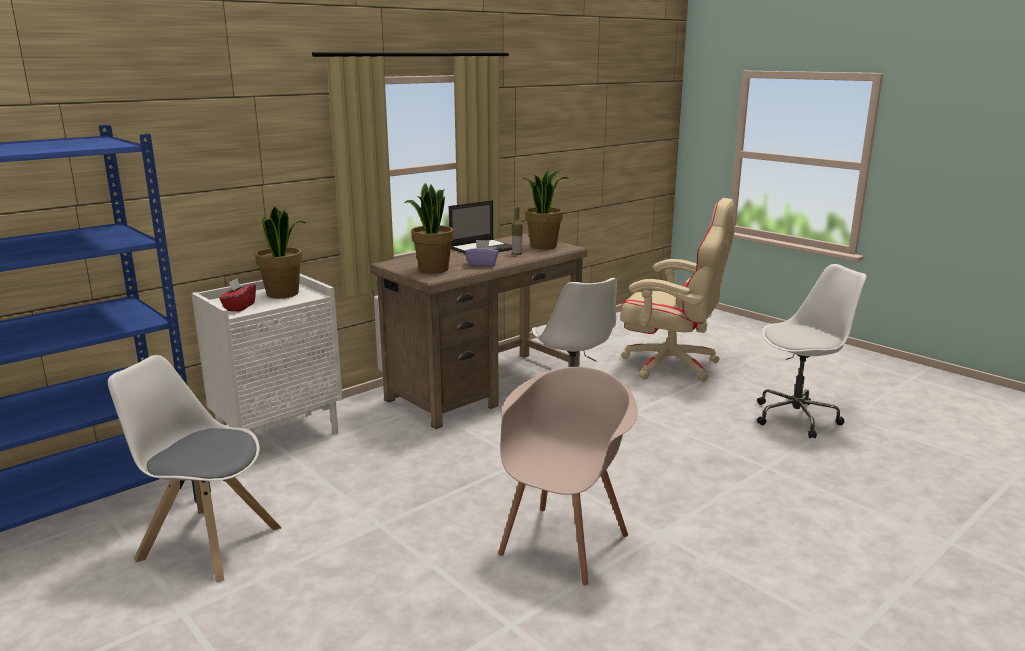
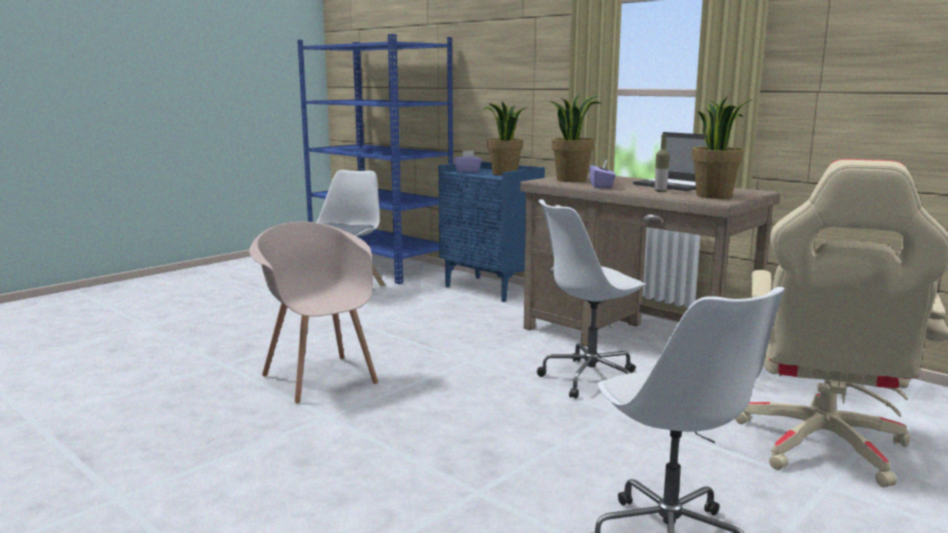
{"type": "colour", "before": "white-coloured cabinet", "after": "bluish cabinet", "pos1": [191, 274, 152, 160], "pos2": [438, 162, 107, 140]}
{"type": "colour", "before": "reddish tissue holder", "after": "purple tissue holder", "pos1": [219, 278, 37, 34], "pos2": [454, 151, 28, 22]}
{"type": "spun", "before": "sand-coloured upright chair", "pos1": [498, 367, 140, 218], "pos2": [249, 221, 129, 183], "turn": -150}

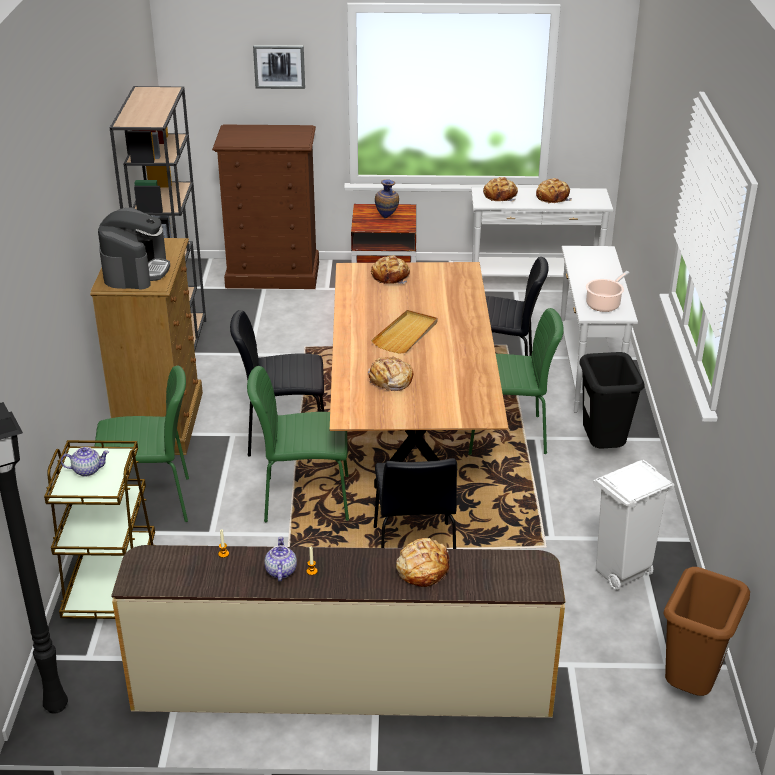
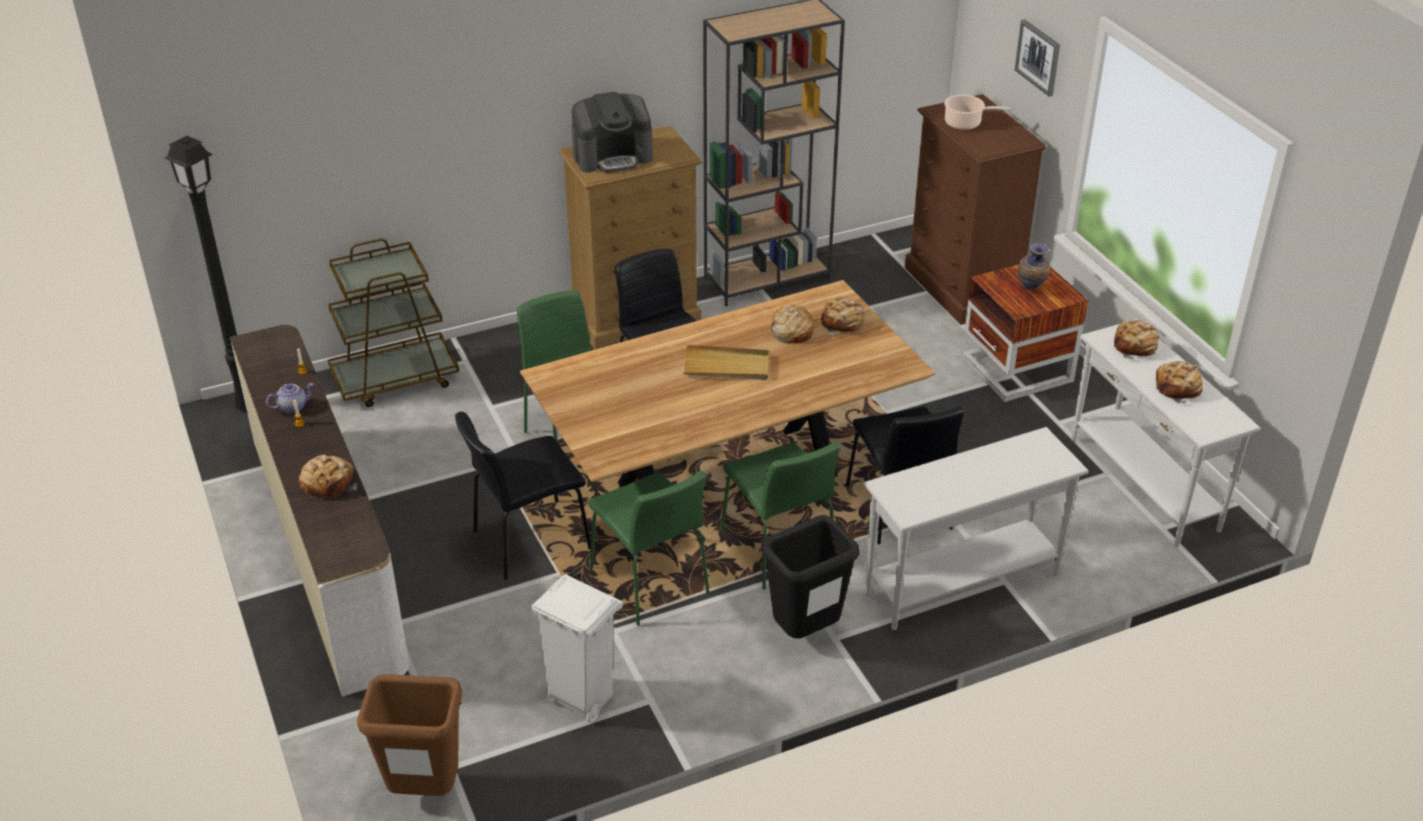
{"type": "missing", "before": "tea pot", "pos1": [61, 447, 48, 30]}
{"type": "relocated", "before": "green-coloured upright chair", "pos1": [94, 366, 95, 156], "pos2": [588, 471, 122, 155]}
{"type": "relocated", "before": "baked bread", "pos1": [368, 357, 45, 34], "pos2": [771, 304, 43, 39]}
{"type": "relocated", "before": "saucepot", "pos1": [586, 271, 44, 41], "pos2": [944, 95, 66, 35]}
{"type": "colour", "before": "brownish cabinet", "after": "white-coloured cabinet", "pos1": [111, 545, 455, 173], "pos2": [230, 325, 179, 372]}

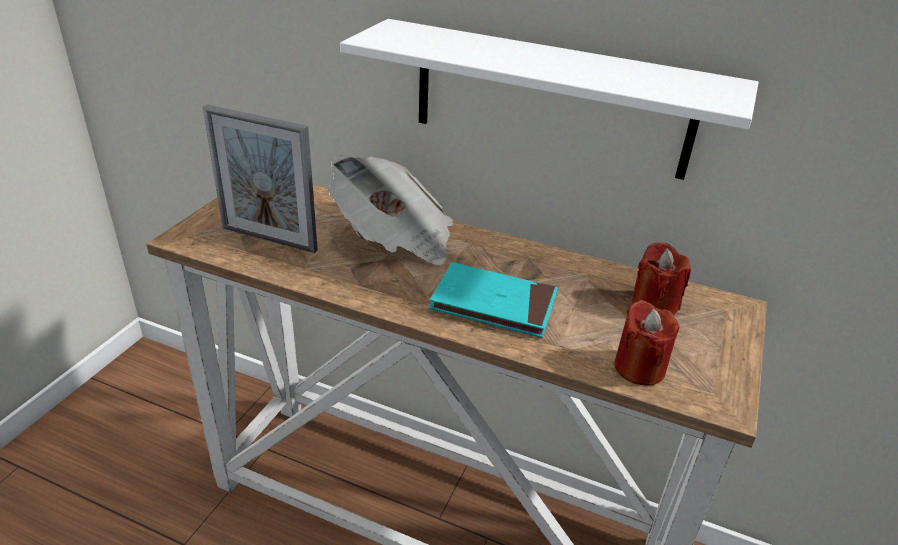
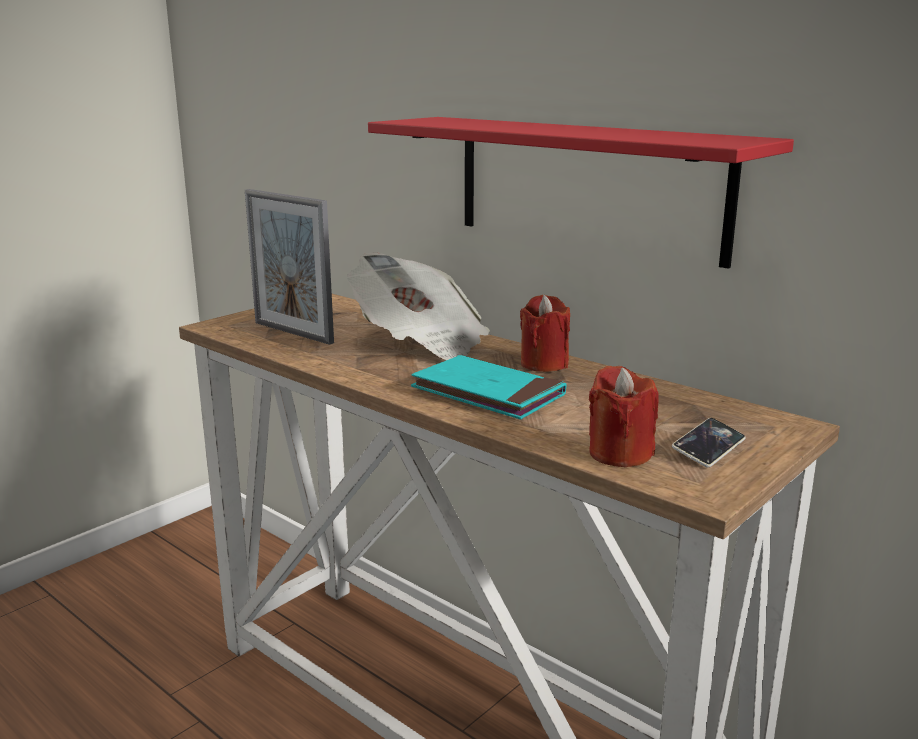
{"type": "appeared", "after": "handset", "pos2": [672, 418, 74, 50]}
{"type": "relocated", "before": "reddish wax candle", "pos1": [632, 242, 59, 73], "pos2": [520, 295, 50, 77]}
{"type": "colour", "before": "white-coloured wall shelf", "after": "reddish wall shelf", "pos1": [340, 19, 419, 161], "pos2": [368, 117, 426, 152]}

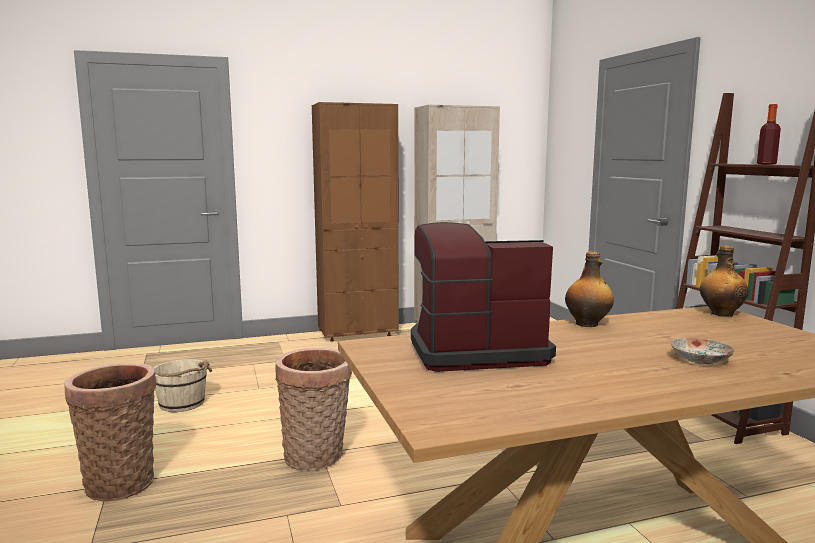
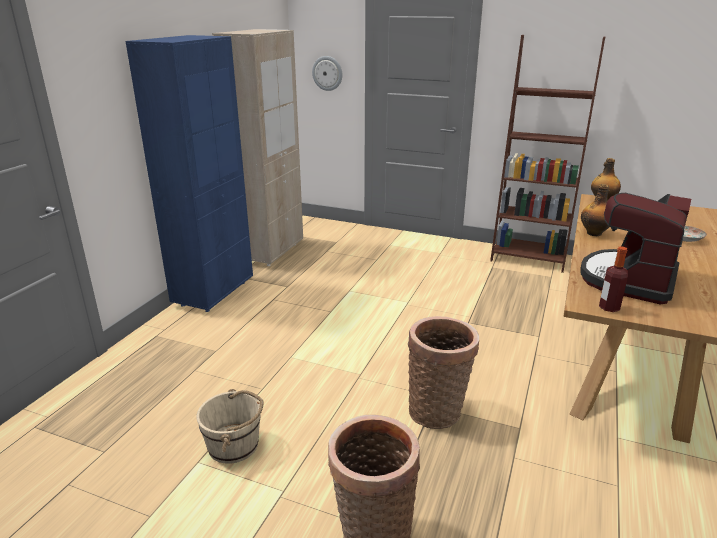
{"type": "appeared", "after": "wall clock", "pos2": [312, 56, 30, 35]}
{"type": "relocated", "before": "bottle", "pos1": [757, 104, 24, 60], "pos2": [599, 246, 29, 66]}
{"type": "colour", "before": "brownish cabinet", "after": "bluish cabinet", "pos1": [312, 102, 87, 240], "pos2": [126, 35, 127, 277]}

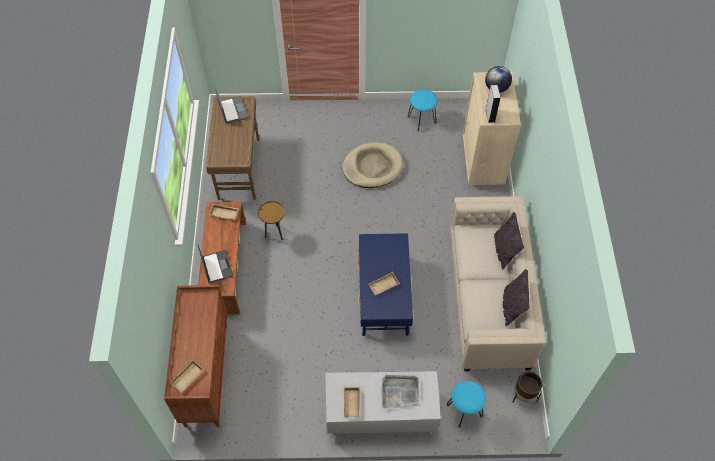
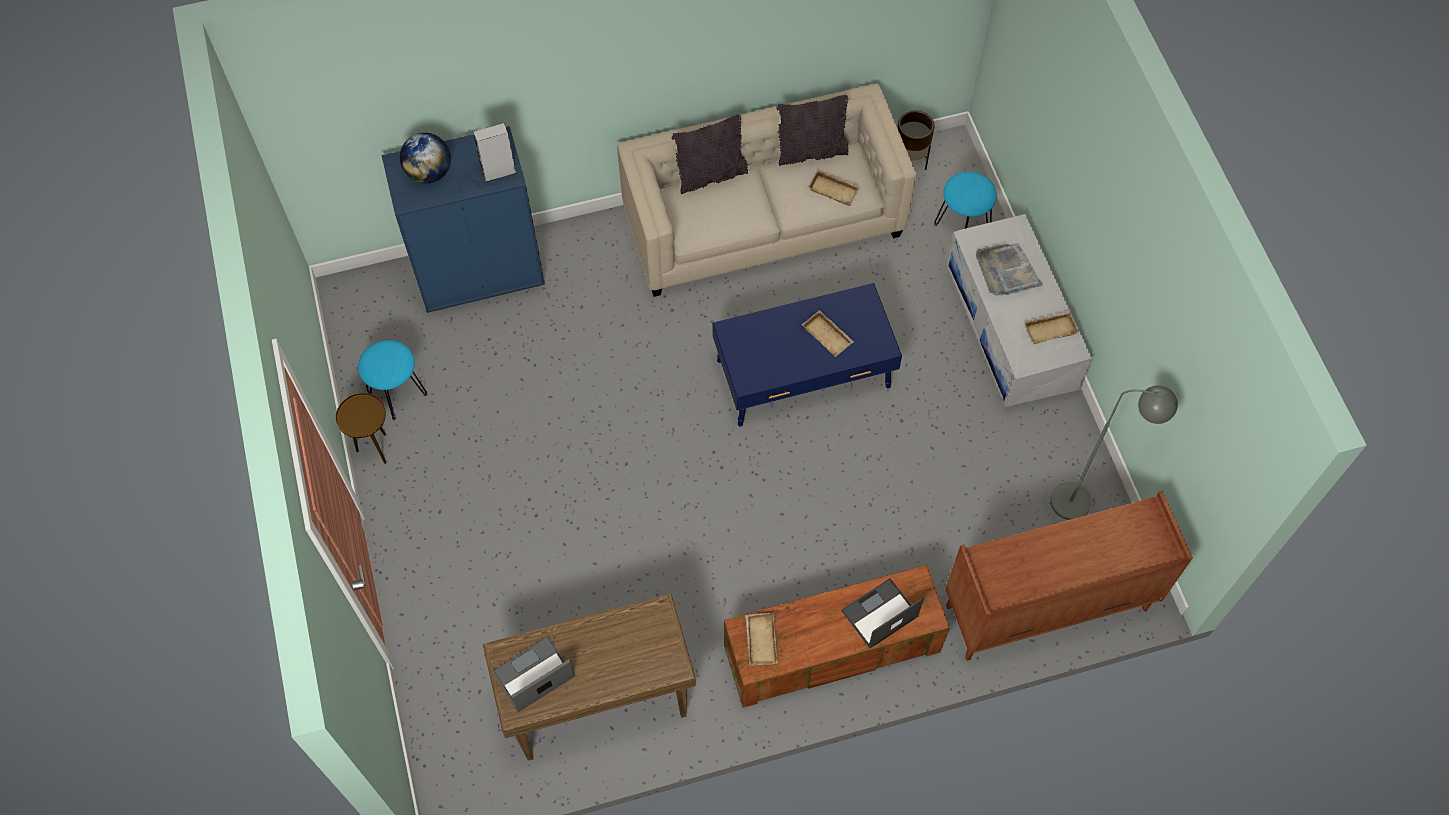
{"type": "missing", "before": "sand-coloured pet bed", "pos1": [342, 142, 61, 46]}
{"type": "appeared", "after": "grey standing lamp", "pos2": [1050, 385, 128, 135]}
{"type": "relocated", "before": "sand-coloured tray", "pos1": [170, 360, 34, 33], "pos2": [808, 170, 52, 36]}
{"type": "relocated", "before": "brownish accent table", "pos1": [258, 201, 27, 39], "pos2": [336, 393, 51, 71]}
{"type": "colour", "before": "sand-coloured cabinet", "after": "bluish cabinet", "pos1": [463, 72, 58, 113], "pos2": [382, 126, 163, 187]}

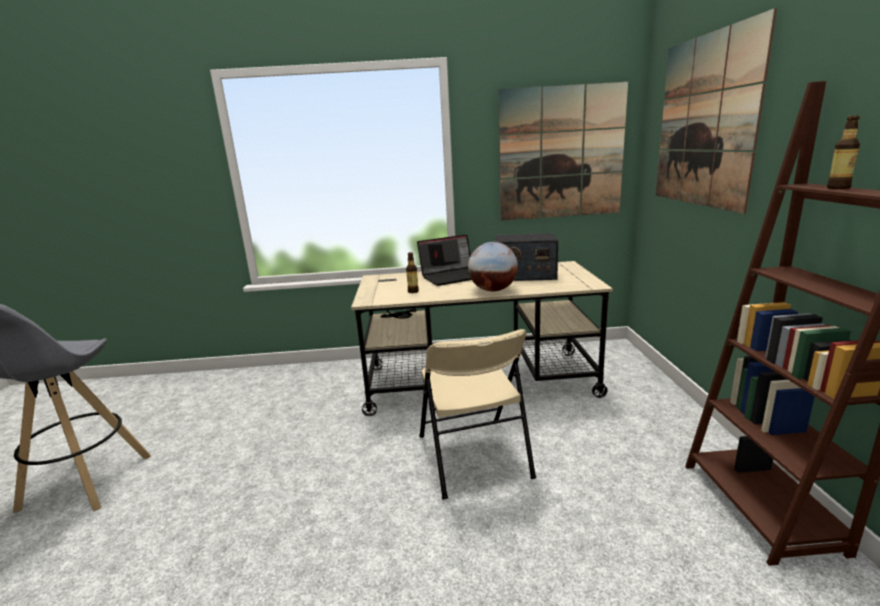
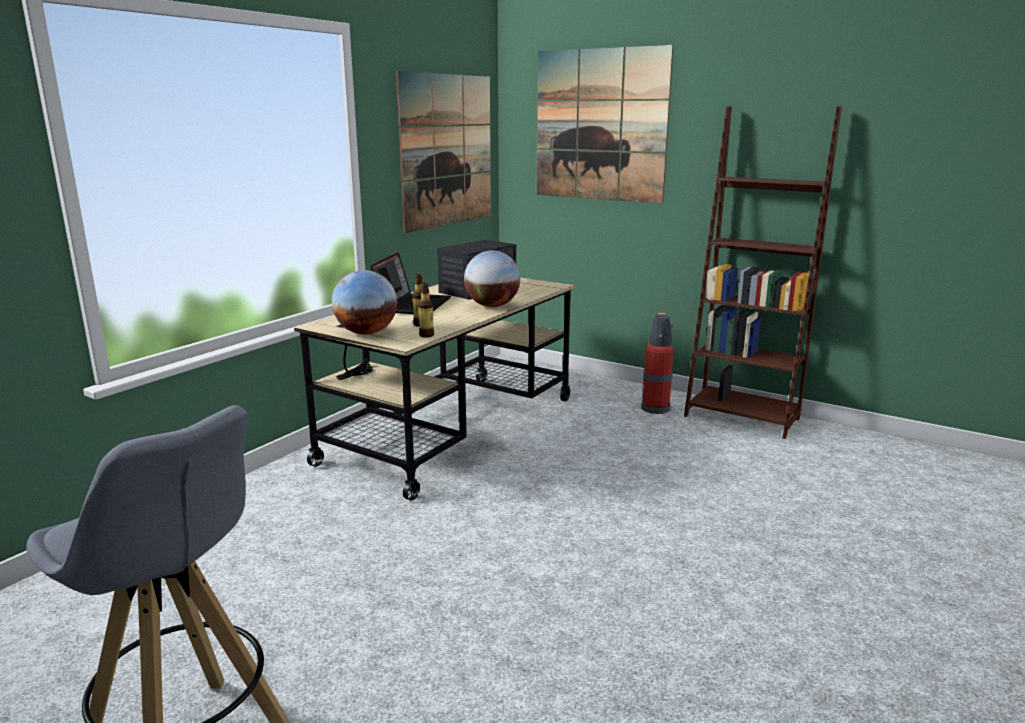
{"type": "missing", "before": "sand-coloured upright chair", "pos1": [419, 329, 117, 171]}
{"type": "appeared", "after": "desk globe", "pos2": [332, 270, 65, 64]}
{"type": "appeared", "after": "fire-fighting cylinder", "pos2": [641, 313, 34, 101]}
{"type": "relocated", "before": "bottle", "pos1": [827, 115, 33, 74], "pos2": [418, 283, 16, 55]}

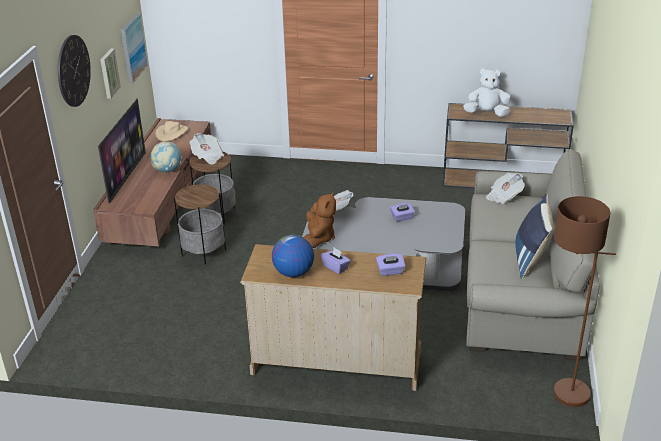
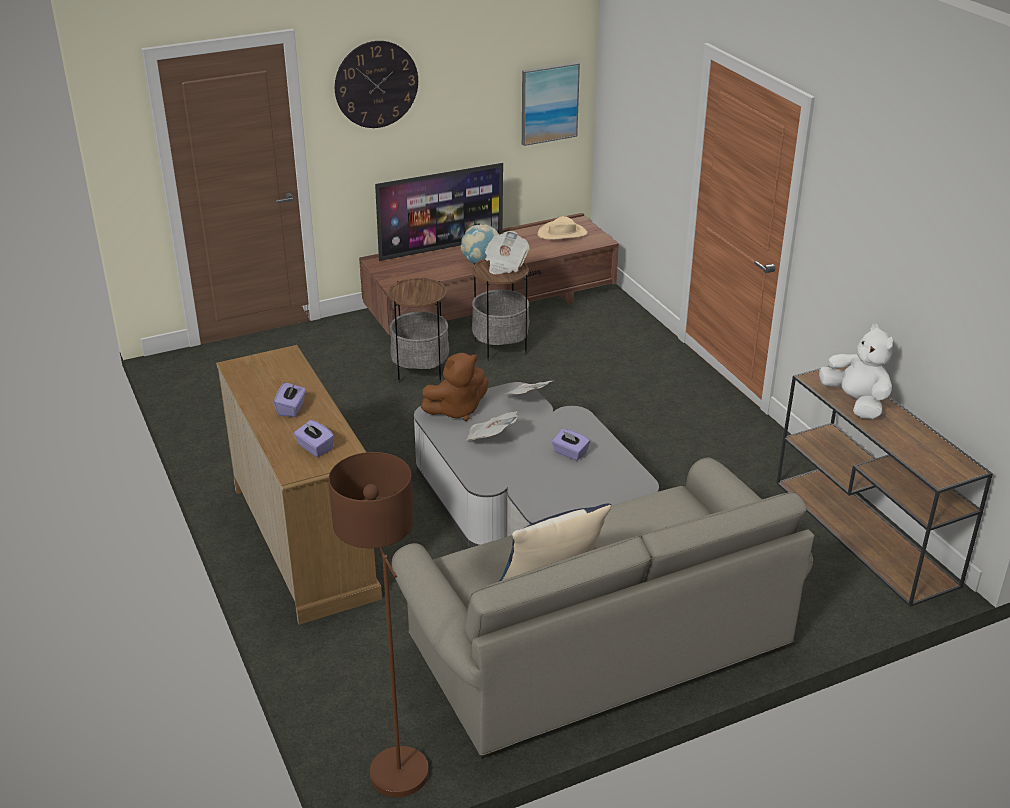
{"type": "missing", "before": "picture", "pos1": [100, 48, 21, 51]}
{"type": "missing", "before": "desk globe", "pos1": [272, 235, 42, 42]}
{"type": "relocated", "before": "printed paper", "pos1": [486, 173, 39, 31], "pos2": [465, 411, 53, 30]}

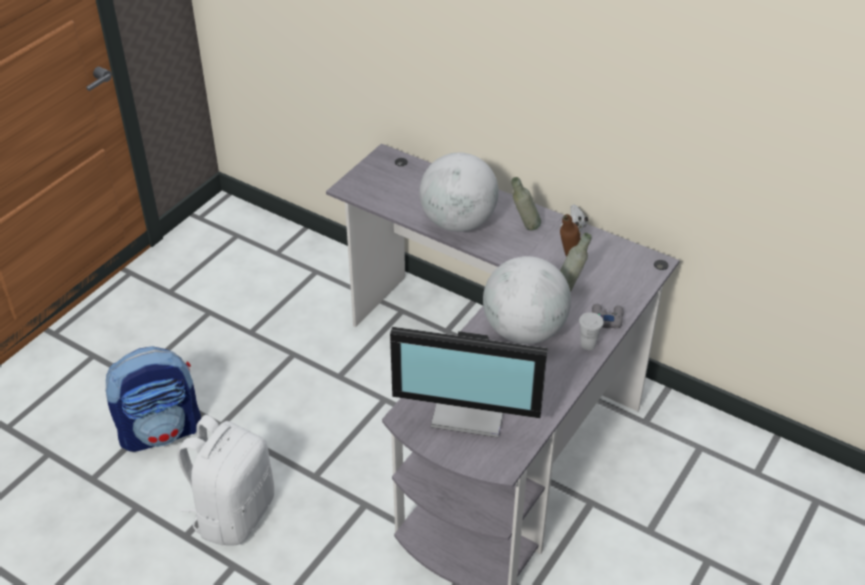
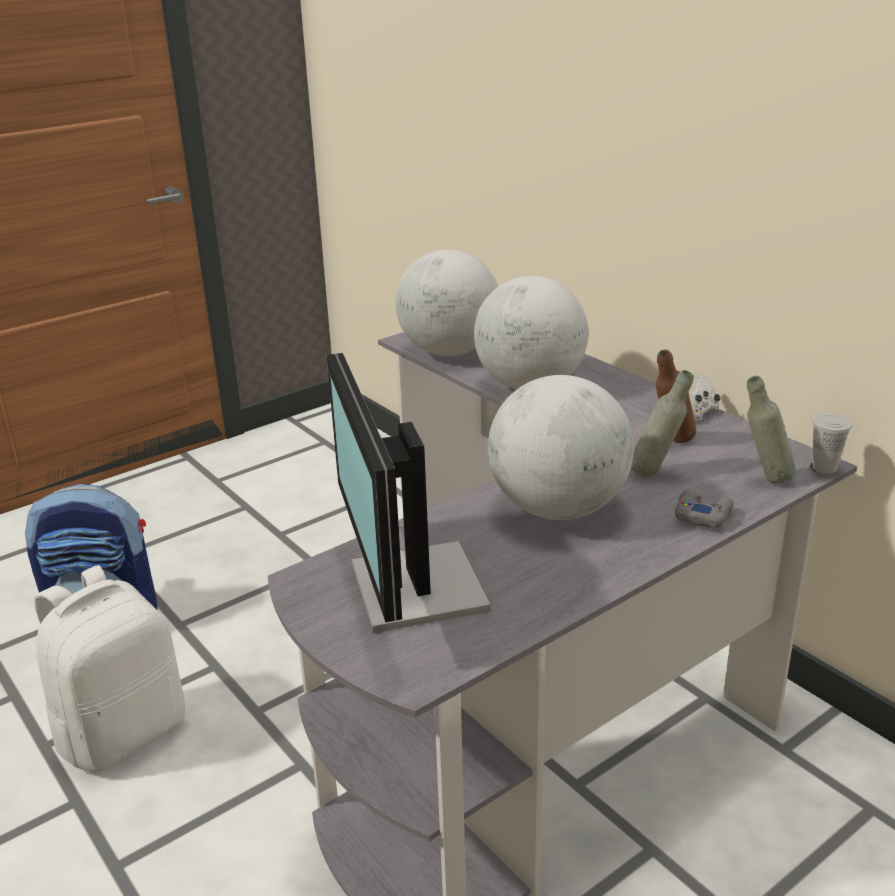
{"type": "appeared", "after": "desk globe", "pos2": [395, 250, 103, 106]}
{"type": "relocated", "before": "grey bottle", "pos1": [511, 177, 30, 53], "pos2": [747, 376, 49, 108]}
{"type": "relocated", "before": "white-coloured cup", "pos1": [579, 312, 25, 38], "pos2": [812, 414, 40, 60]}
{"type": "spun", "before": "computer display", "pos1": [390, 327, 158, 110], "pos2": [327, 353, 164, 280], "turn": 45}

